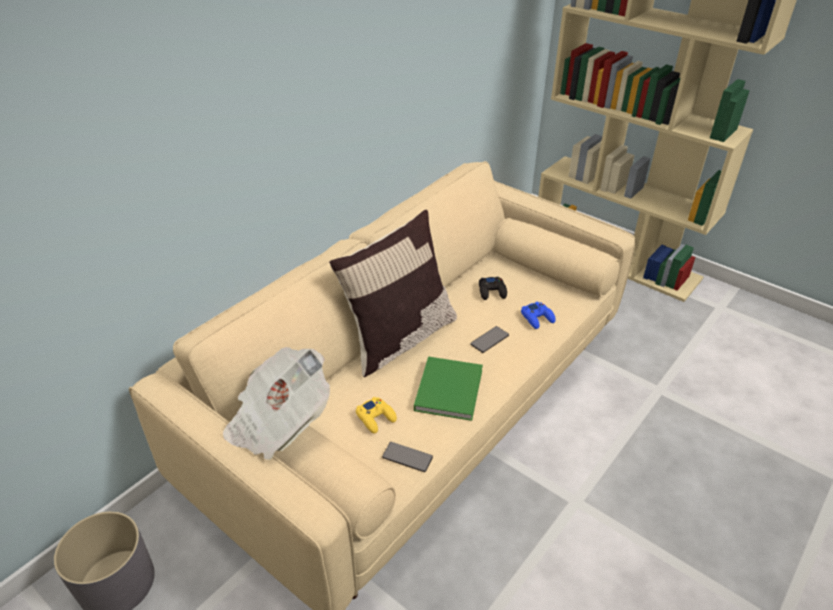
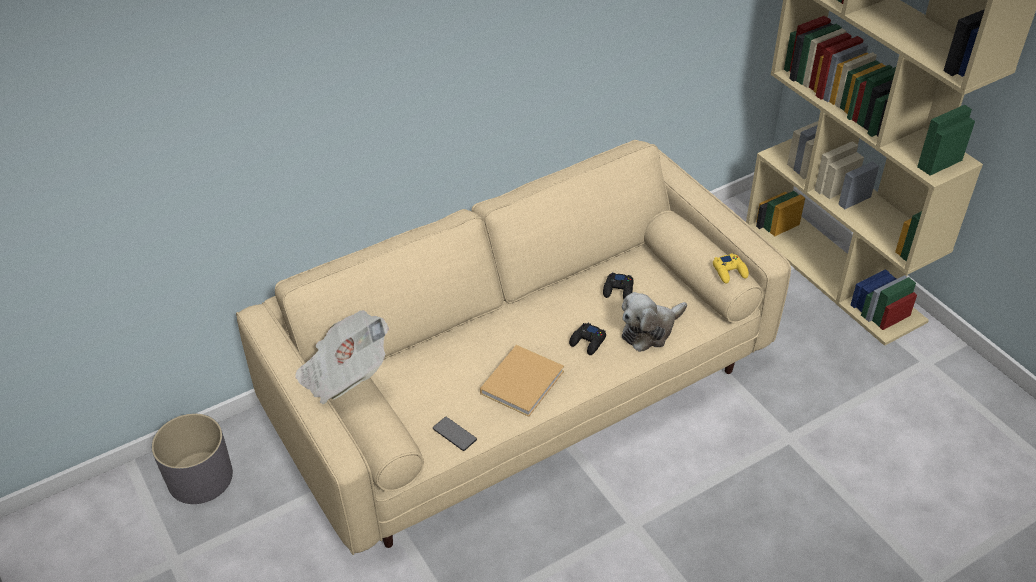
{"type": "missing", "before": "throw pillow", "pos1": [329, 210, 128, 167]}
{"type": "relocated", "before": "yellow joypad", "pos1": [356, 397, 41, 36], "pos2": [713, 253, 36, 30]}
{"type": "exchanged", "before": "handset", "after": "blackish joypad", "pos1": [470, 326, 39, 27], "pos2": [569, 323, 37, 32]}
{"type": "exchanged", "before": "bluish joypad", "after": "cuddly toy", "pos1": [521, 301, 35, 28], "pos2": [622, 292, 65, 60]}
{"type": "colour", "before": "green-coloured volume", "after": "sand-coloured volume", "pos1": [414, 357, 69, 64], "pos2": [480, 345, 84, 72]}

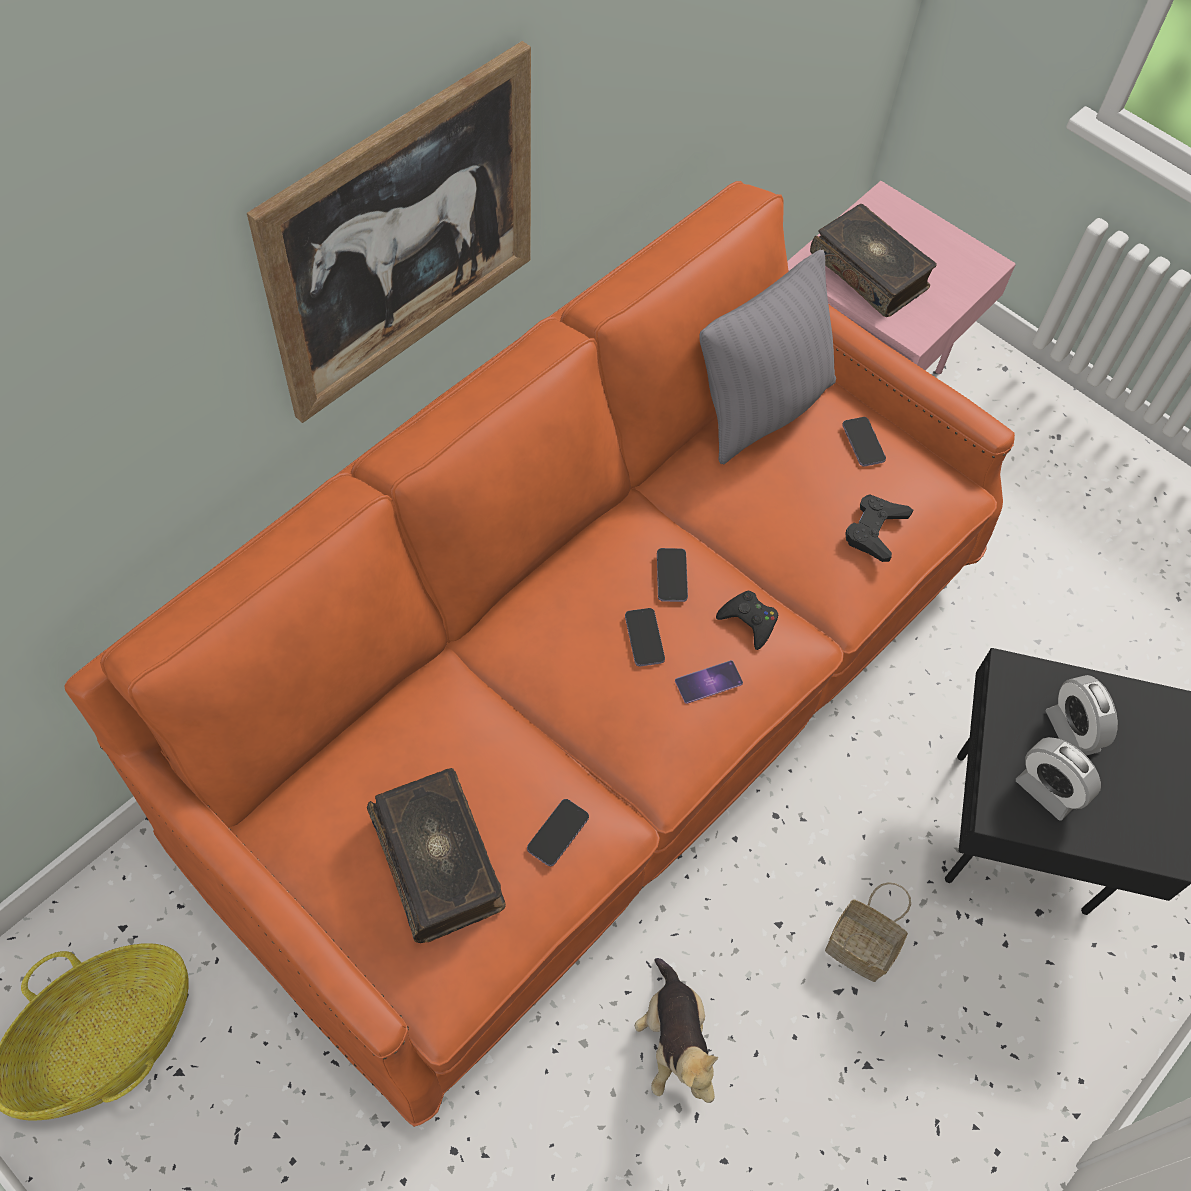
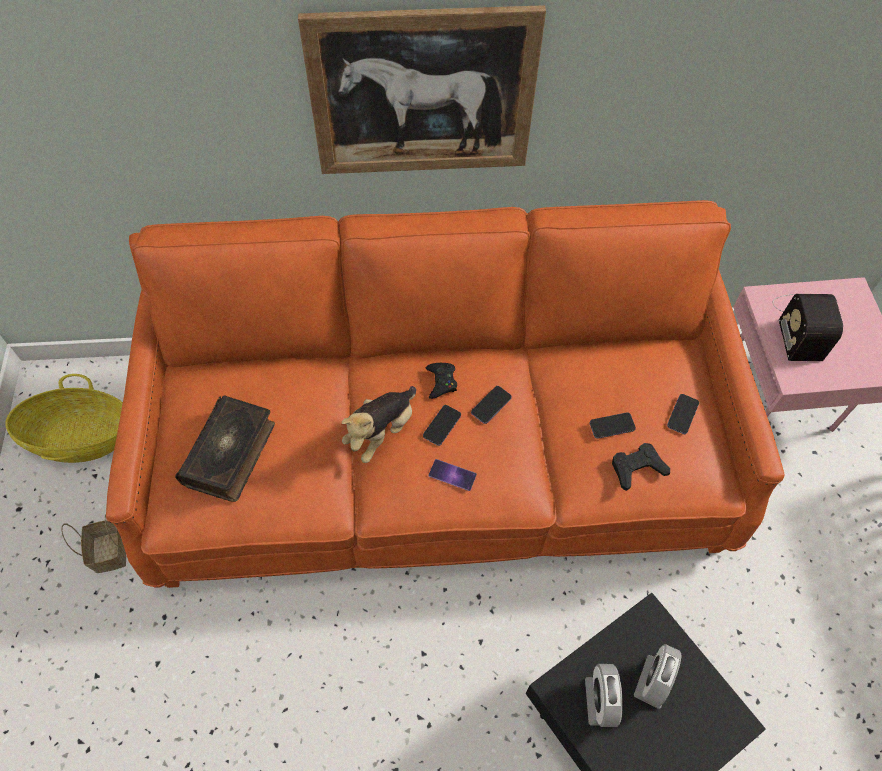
{"type": "missing", "before": "grey throw pillow", "pos1": [699, 249, 137, 216]}
{"type": "relocated", "before": "handset", "pos1": [527, 799, 62, 67], "pos2": [590, 412, 46, 27]}
{"type": "relocated", "before": "cuddly toy", "pos1": [635, 958, 83, 145], "pos2": [342, 386, 74, 77]}
{"type": "relocated", "before": "blackish joypad", "pos1": [716, 591, 62, 59], "pos2": [426, 363, 31, 36]}
{"type": "relocated", "before": "basket", "pos1": [825, 882, 86, 100], "pos2": [61, 515, 65, 58]}
{"type": "exchanged", "before": "volume", "after": "radio set", "pos1": [810, 204, 127, 113], "pos2": [773, 294, 70, 67]}

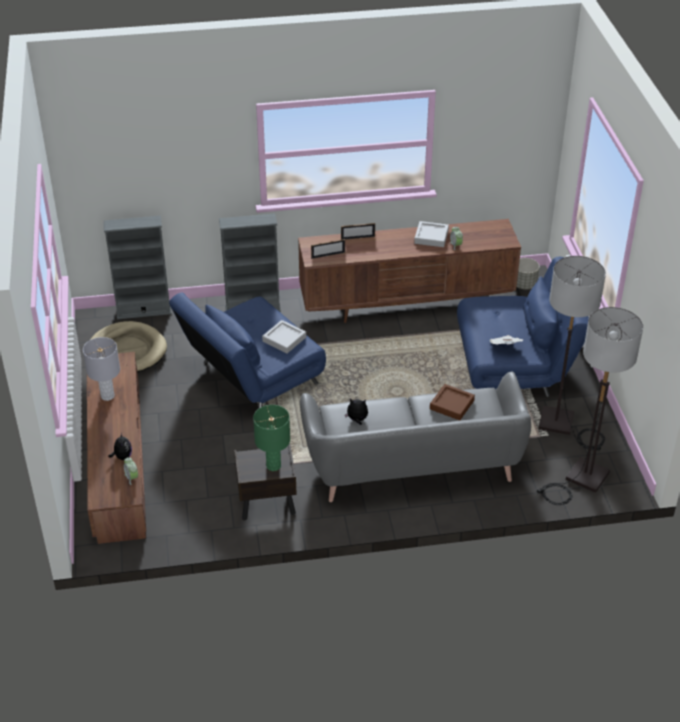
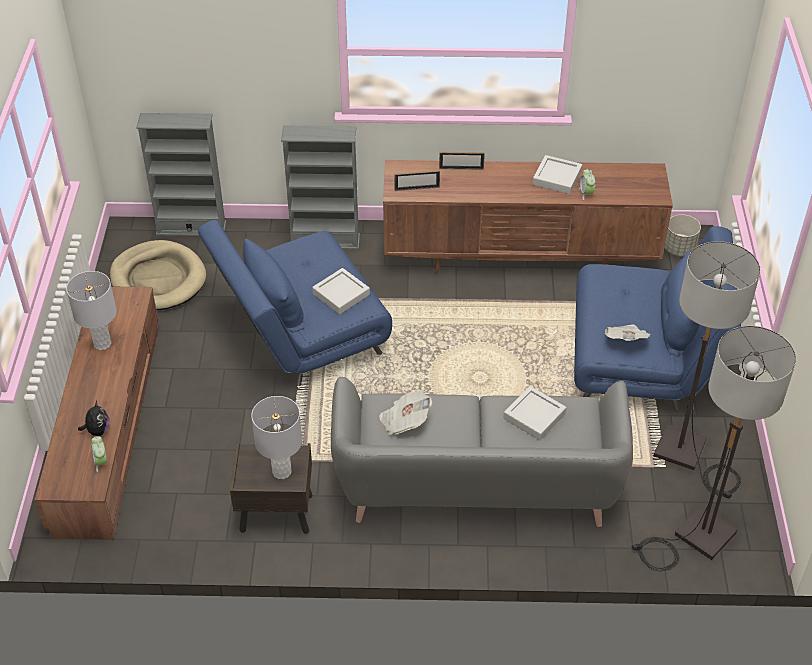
{"type": "exchanged", "before": "cuddly toy", "after": "printed paper", "pos1": [345, 399, 23, 26], "pos2": [379, 390, 53, 45]}
{"type": "colour", "before": "green-coloured table lamp", "after": "grey table lamp", "pos1": [253, 405, 37, 66], "pos2": [251, 396, 51, 83]}
{"type": "colour", "before": "brownish tray", "after": "grey tray", "pos1": [430, 384, 45, 36], "pos2": [503, 386, 63, 54]}

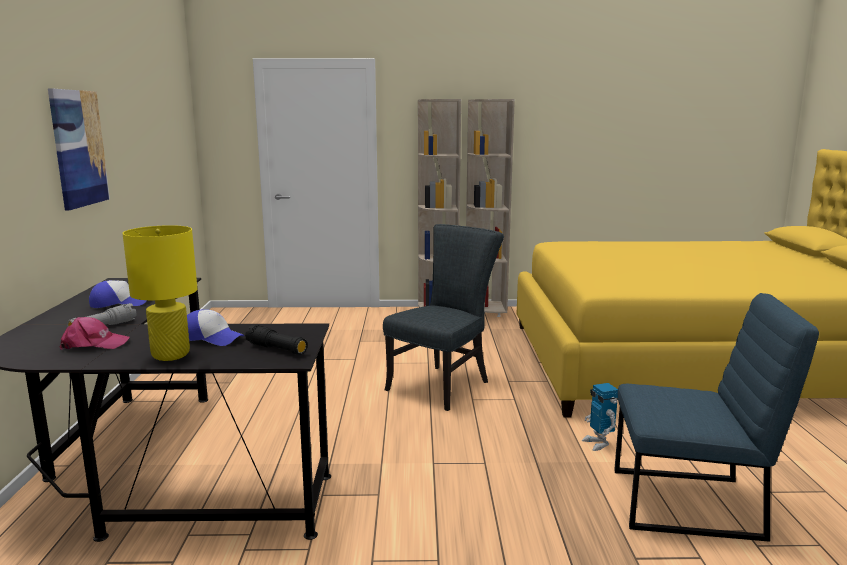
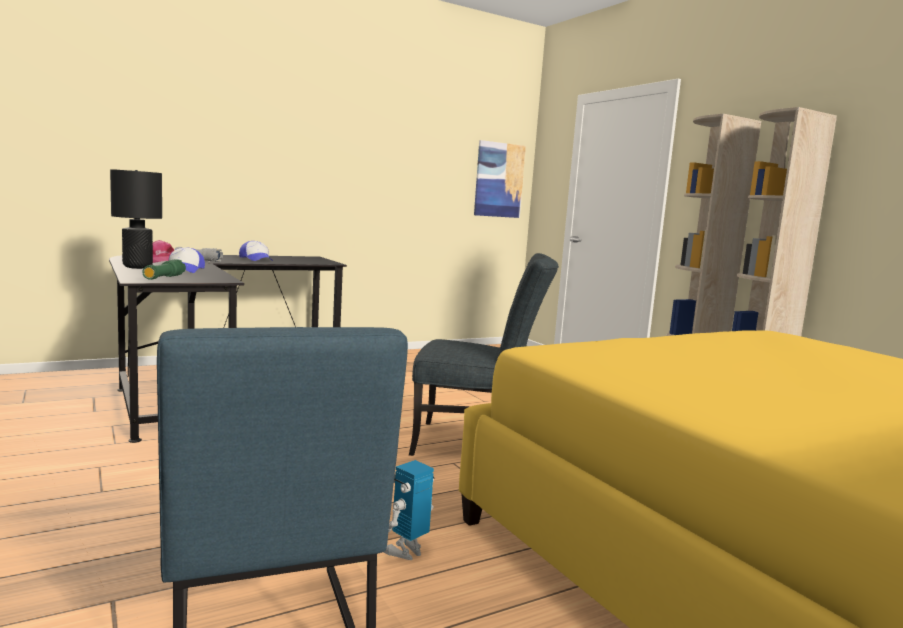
{"type": "relocated", "before": "picture", "pos1": [48, 88, 62, 122], "pos2": [474, 140, 52, 78]}
{"type": "colour", "before": "yellow table lamp", "after": "blackish table lamp", "pos1": [122, 225, 76, 136], "pos2": [110, 169, 52, 100]}
{"type": "colour", "before": "blackish flashlight", "after": "green-coloured flashlight", "pos1": [245, 325, 62, 30], "pos2": [142, 259, 44, 21]}

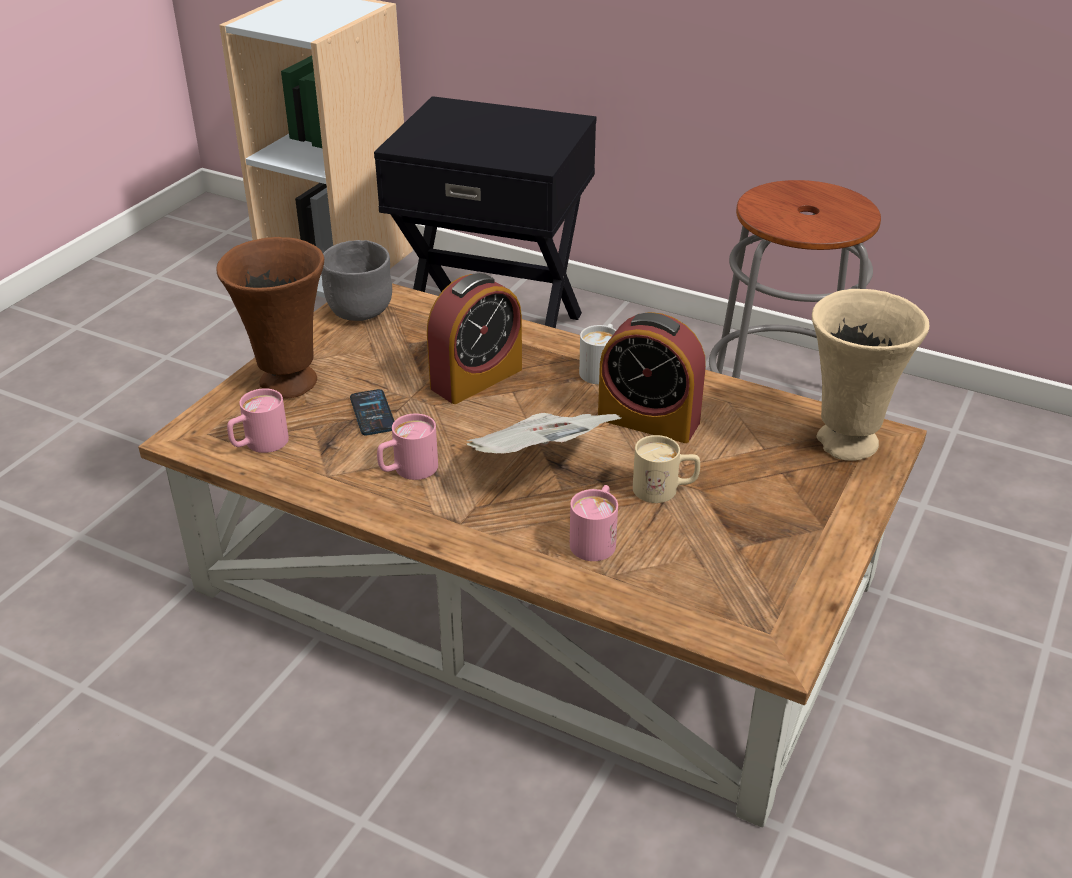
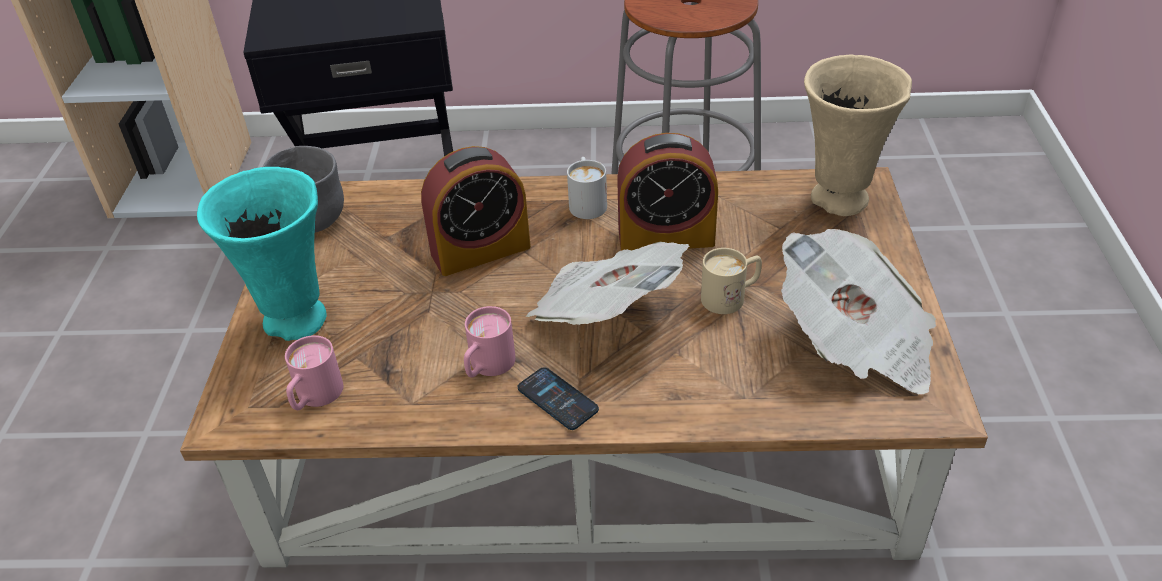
{"type": "missing", "before": "pink mug", "pos1": [570, 485, 48, 76]}
{"type": "appeared", "after": "printed paper", "pos2": [781, 229, 155, 166]}
{"type": "relocated", "before": "handset", "pos1": [350, 389, 44, 46], "pos2": [518, 367, 81, 63]}
{"type": "colour", "before": "brownish flower vase", "after": "turquoise flower vase", "pos1": [216, 237, 108, 162], "pos2": [197, 167, 129, 174]}
{"type": "spun", "before": "alarm clock", "pos1": [427, 273, 95, 131], "pos2": [421, 146, 110, 130], "turn": 45}

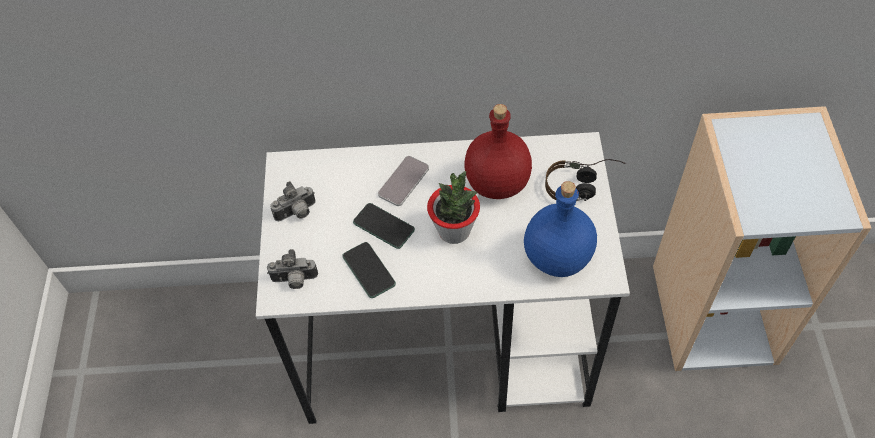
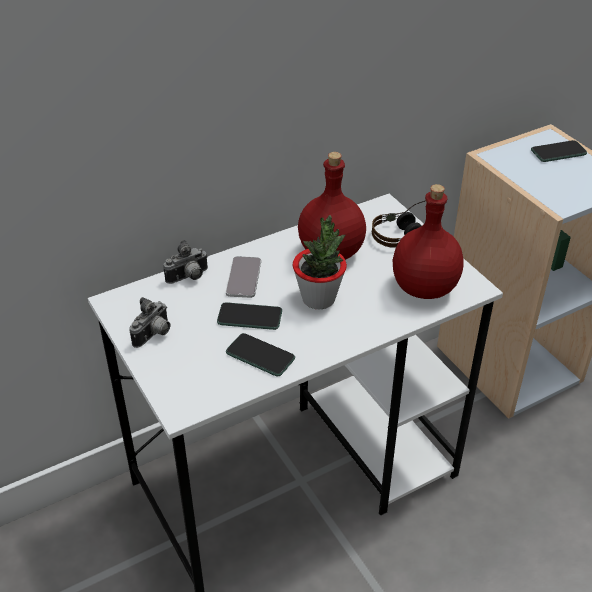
{"type": "appeared", "after": "handset", "pos2": [531, 140, 56, 22]}
{"type": "relocated", "before": "photo camera", "pos1": [267, 249, 51, 40], "pos2": [163, 240, 45, 44]}
{"type": "colour", "before": "bluish bottle", "after": "reddish bottle", "pos1": [524, 181, 73, 96], "pos2": [393, 184, 71, 115]}

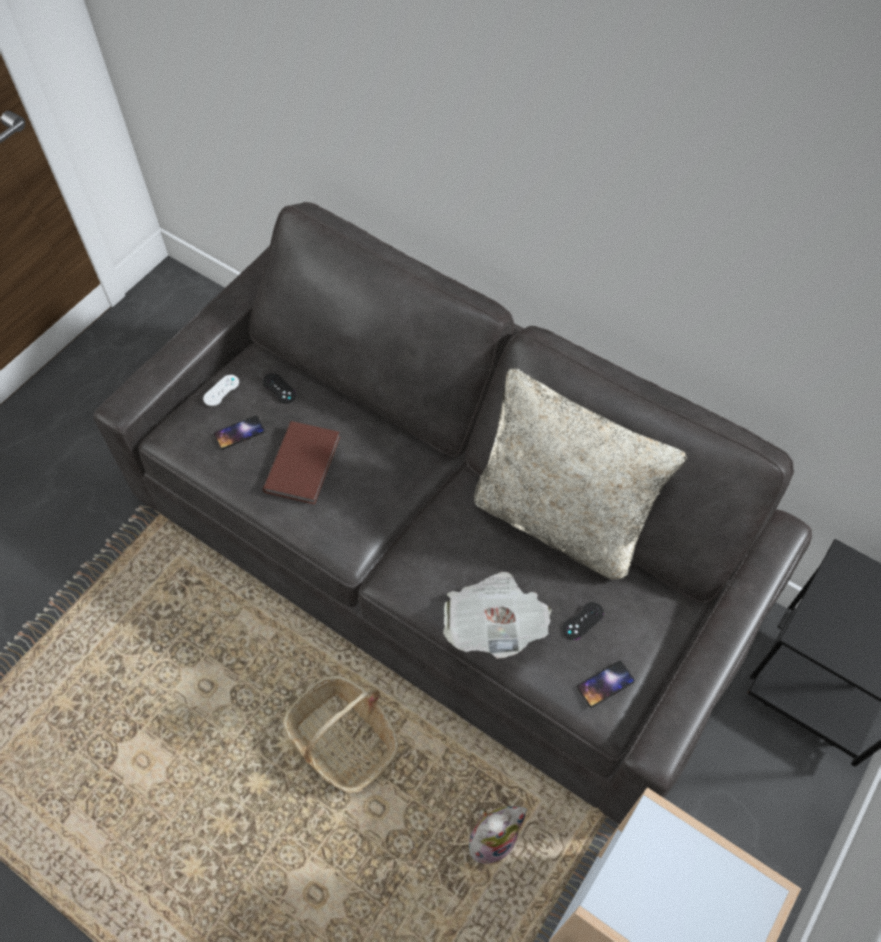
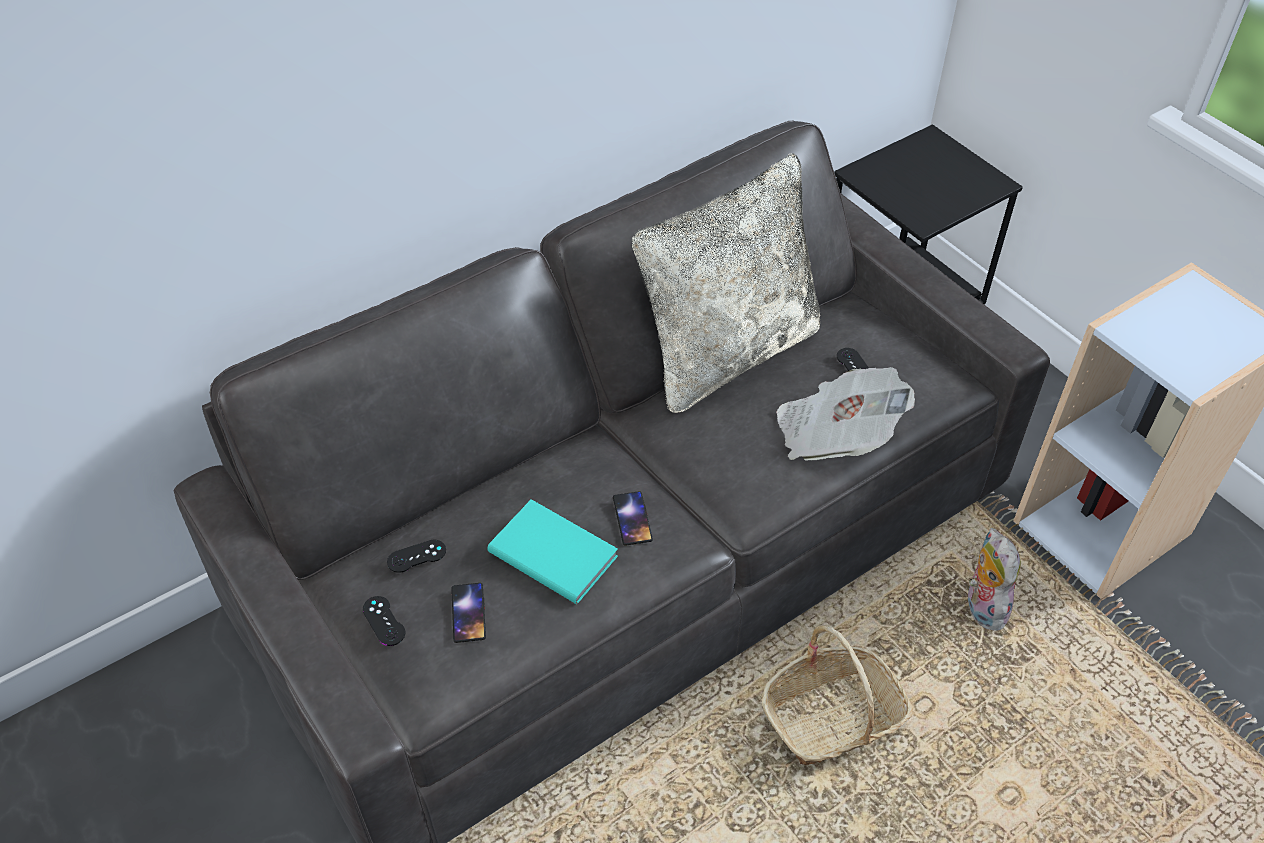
{"type": "relocated", "before": "handset", "pos1": [577, 661, 58, 47], "pos2": [613, 491, 40, 55]}
{"type": "colour", "before": "white-coloured joypad", "after": "blackish joypad", "pos1": [203, 375, 36, 31], "pos2": [363, 596, 42, 50]}
{"type": "colour", "before": "brownish volume", "after": "turquoise volume", "pos1": [263, 421, 77, 84], "pos2": [487, 499, 131, 105]}

